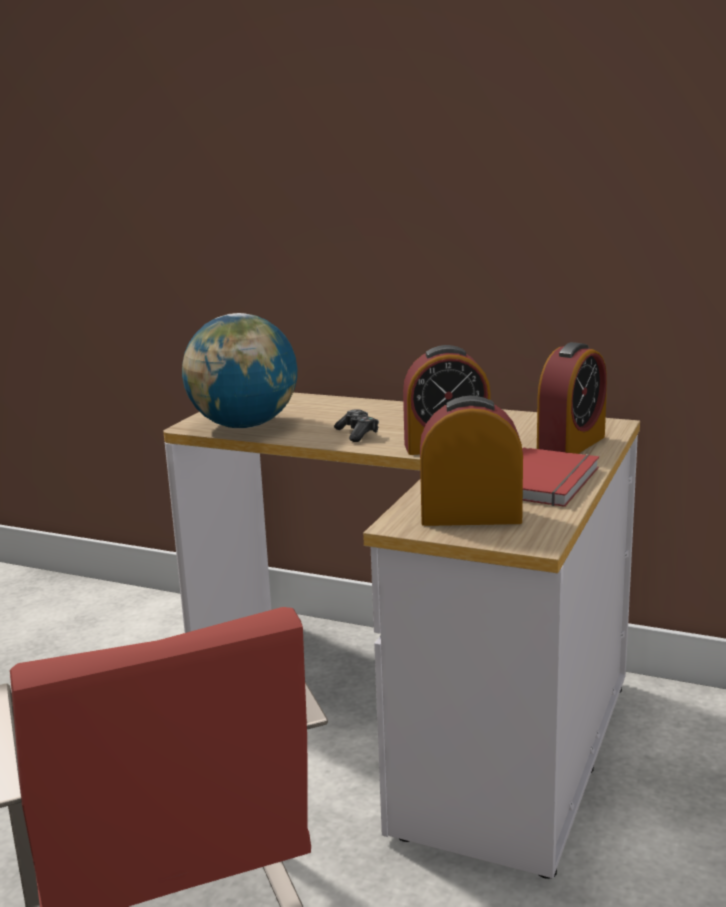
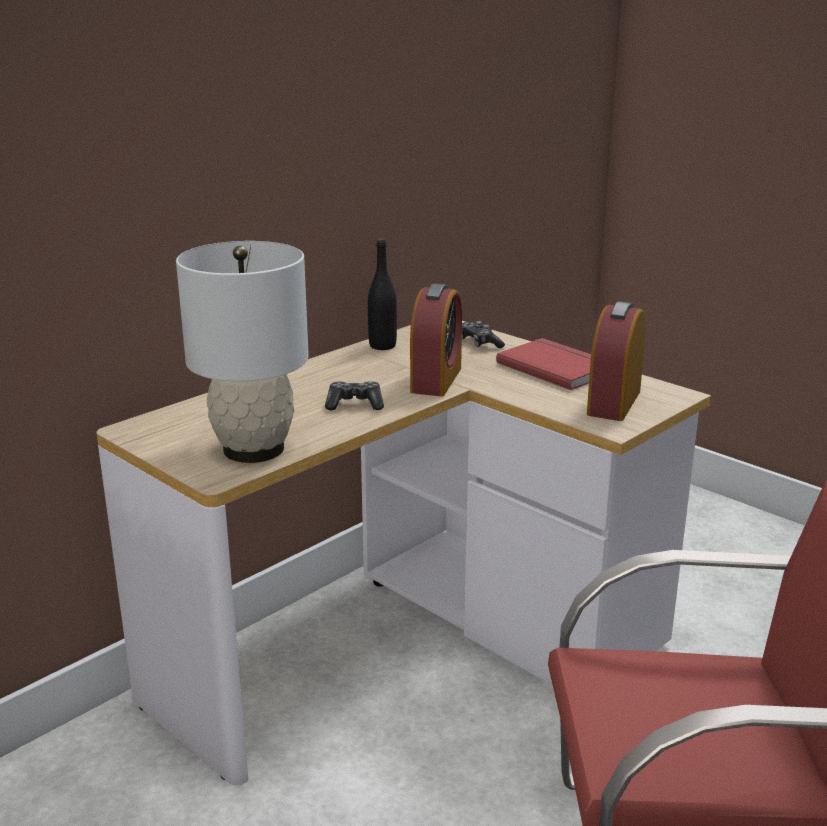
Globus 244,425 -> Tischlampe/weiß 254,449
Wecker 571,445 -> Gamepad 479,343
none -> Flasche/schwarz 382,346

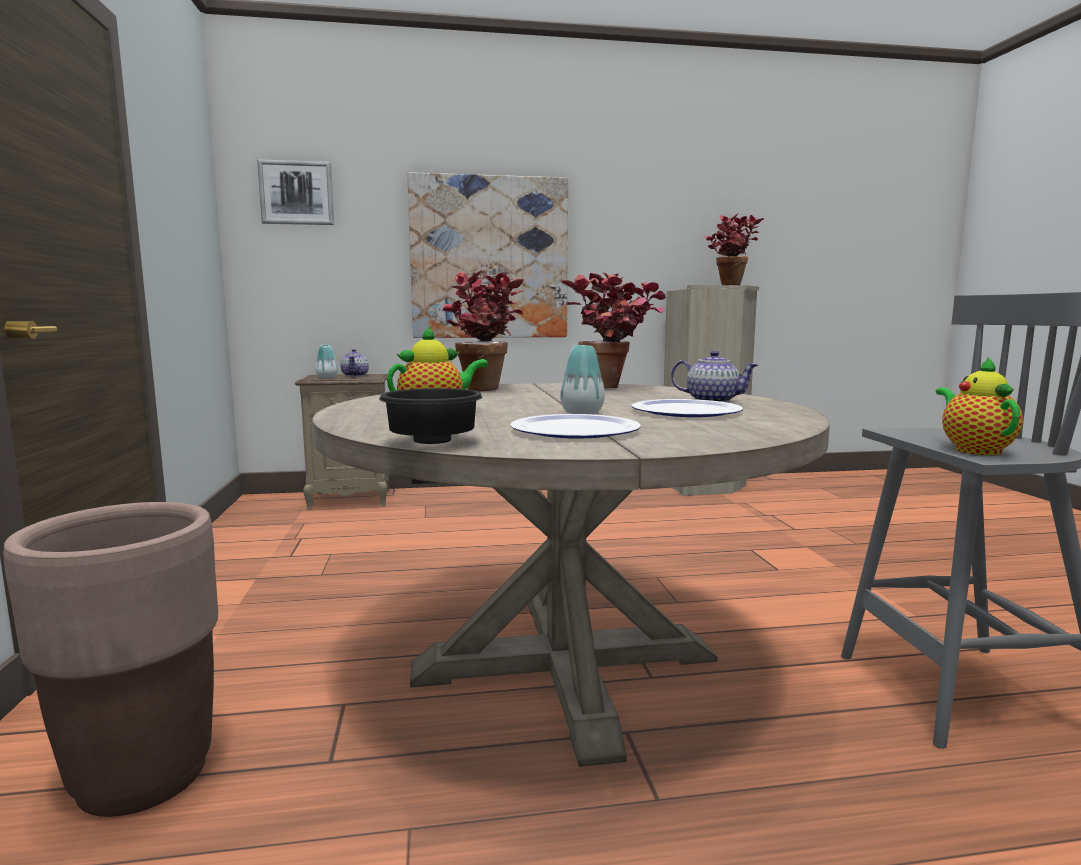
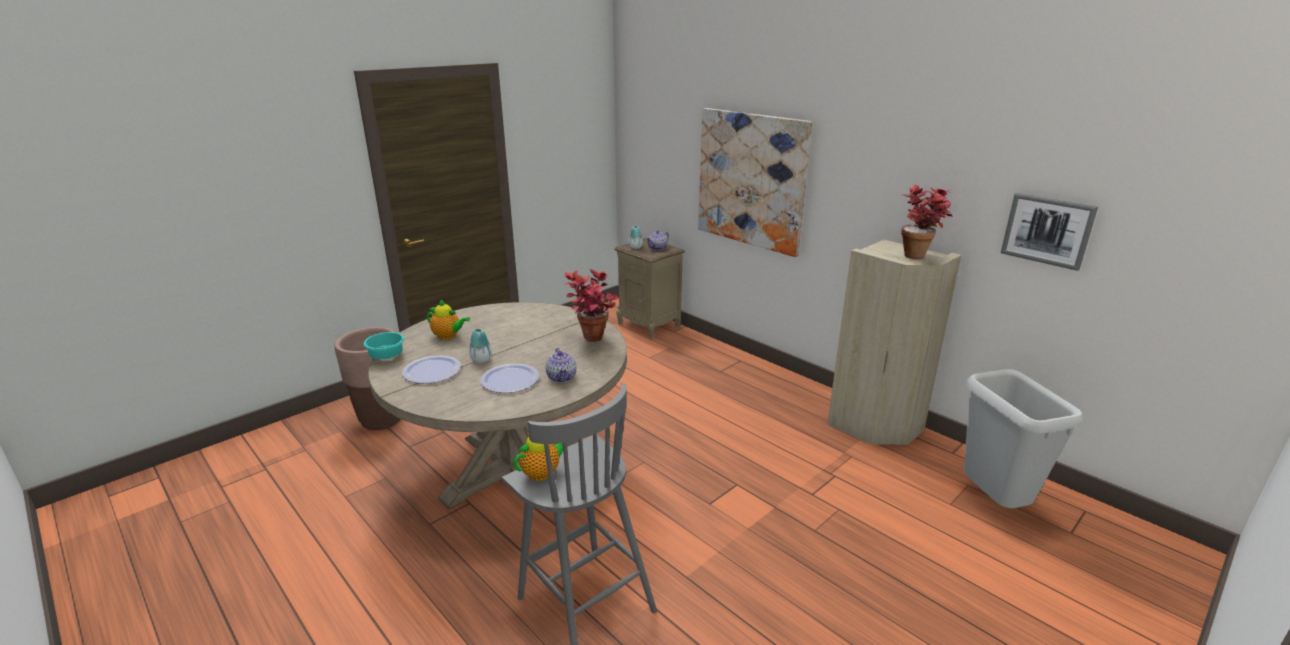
Bild 296,193 -> Bild 1047,230, relocated
Topfpflanze 485,388 -> none
Schüssel/schwarz 434,443 -> Schüssel/türkis 386,357
none -> Mülleimer/grau 994,503

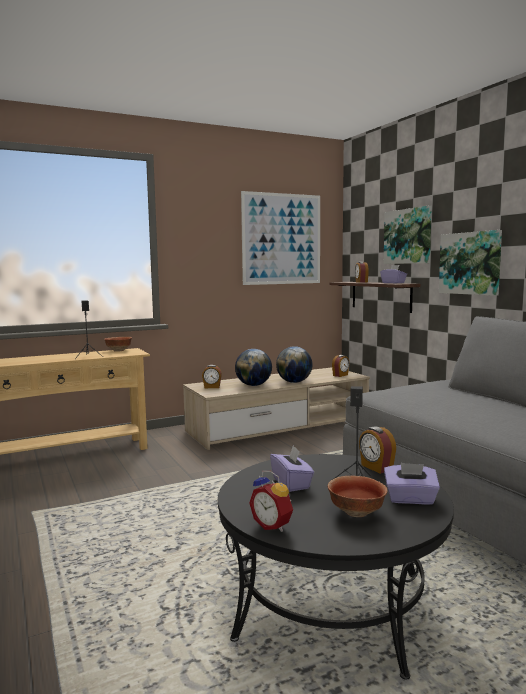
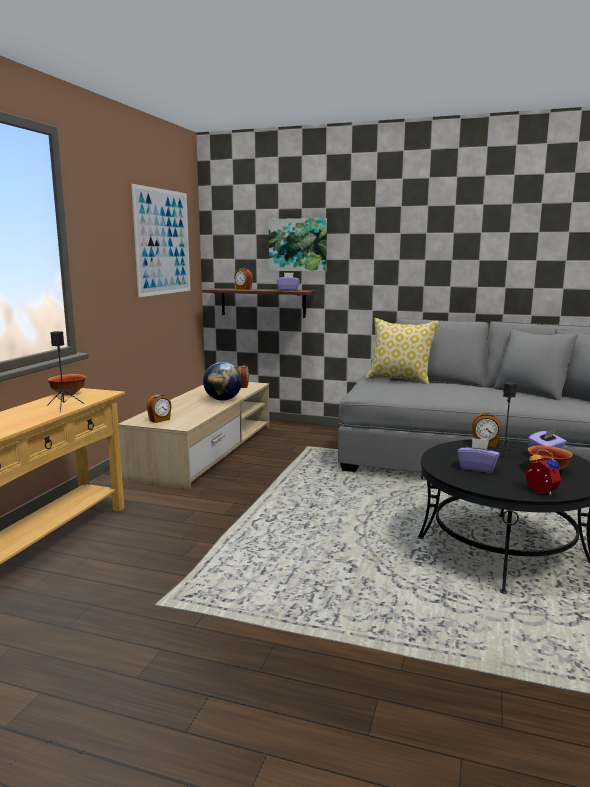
Bild 470,263 -> none
Globus 253,385 -> none
Wecker 273,525 -> Wecker 539,492, 120 degrees counterclockwise
none -> Kissen 400,380

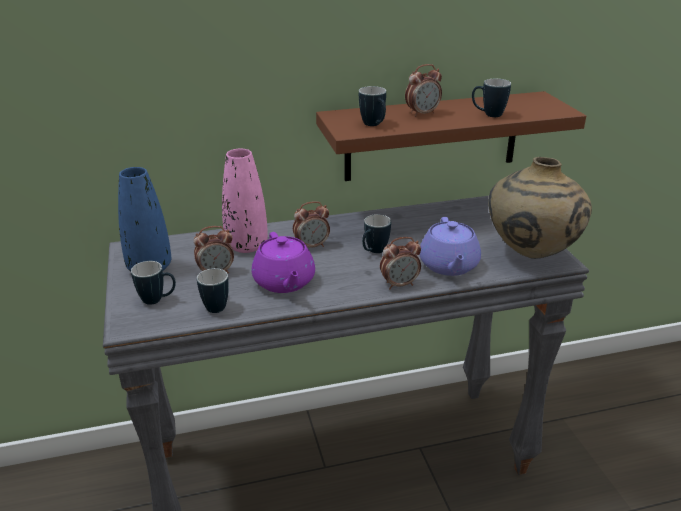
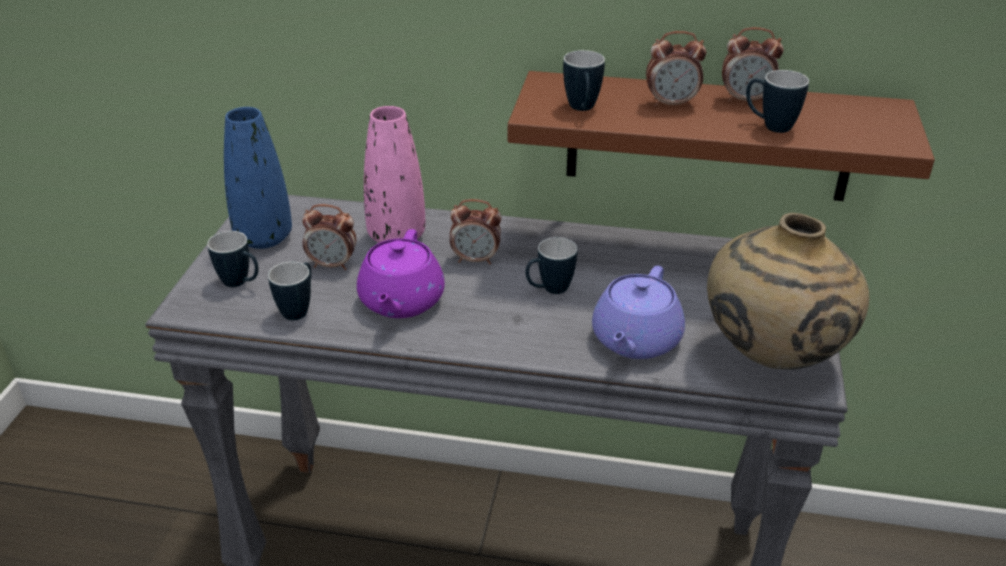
Wecker 399,284 -> Wecker 746,100, relocated

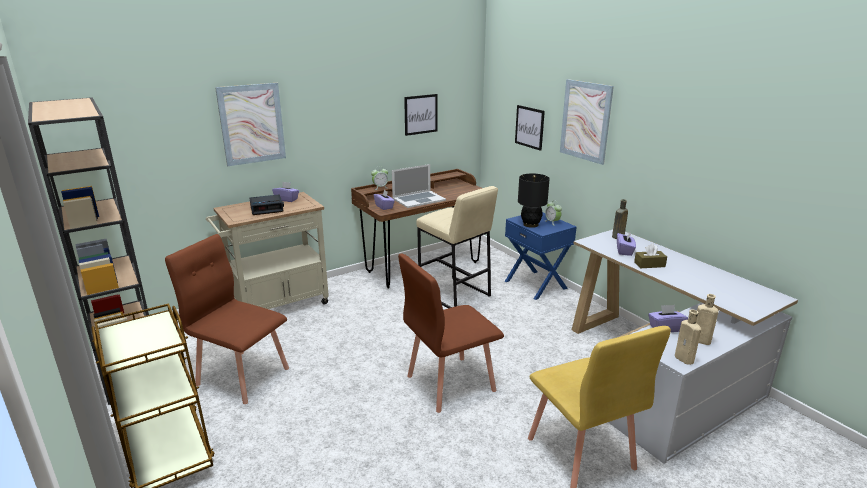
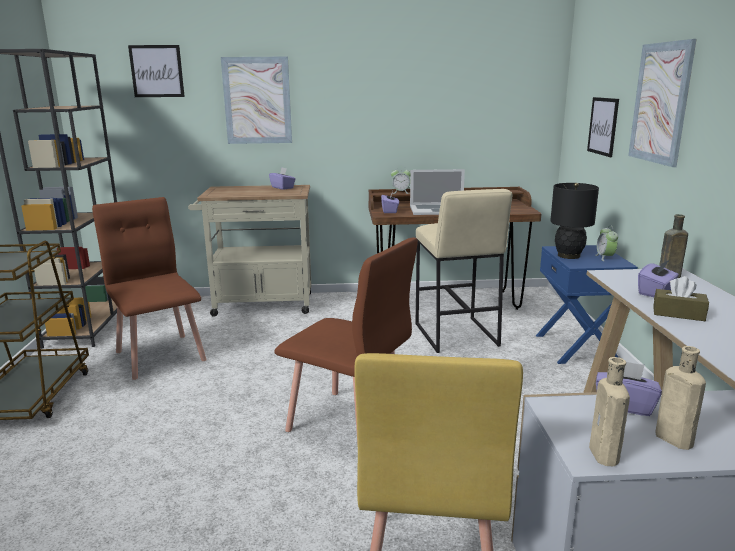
Bild 421,114 -> Bild 157,71, relocated
Wecker 267,208 -> none
Stuhl/braun 449,383 -> Stuhl/braun 348,423, 150 degrees counterclockwise

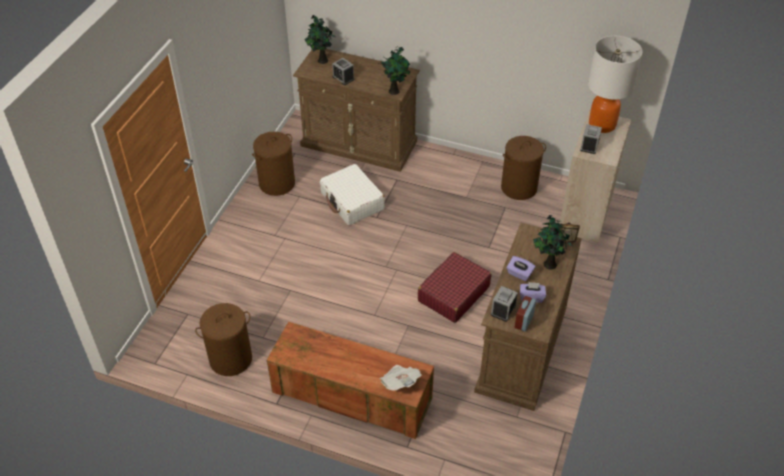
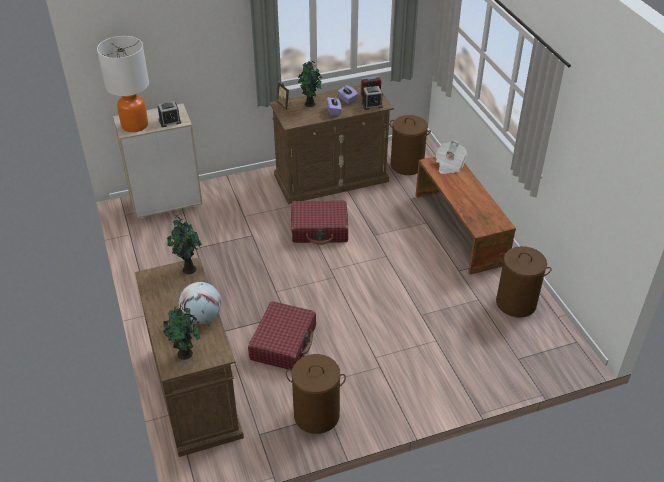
Wecker 343,78 -> Globus 202,317
Wäschekorb/braun 518,188 -> Wäschekorb/braun 407,165, relocated
Koffer/weiß 352,201 -> Koffer/rot 283,343

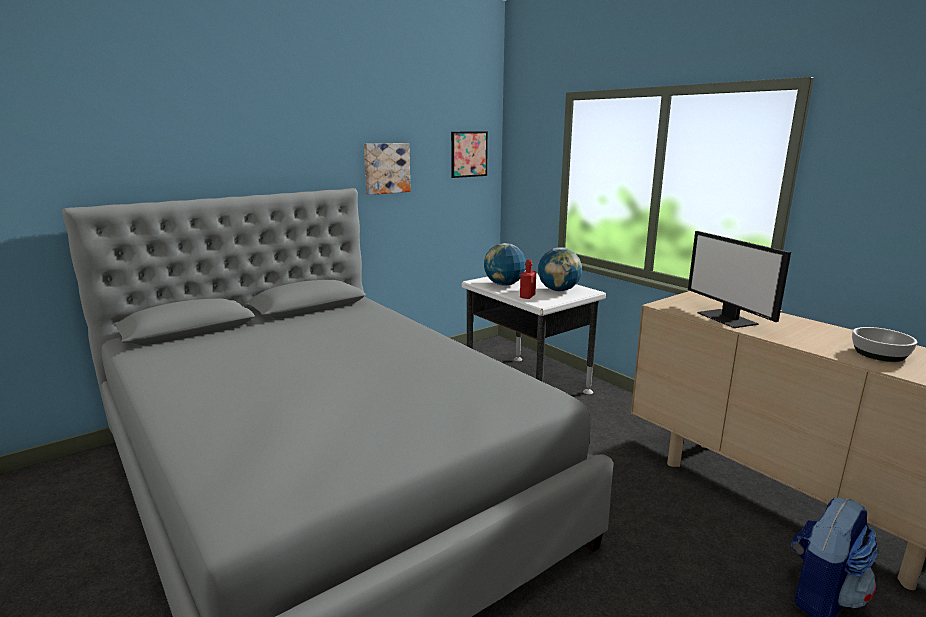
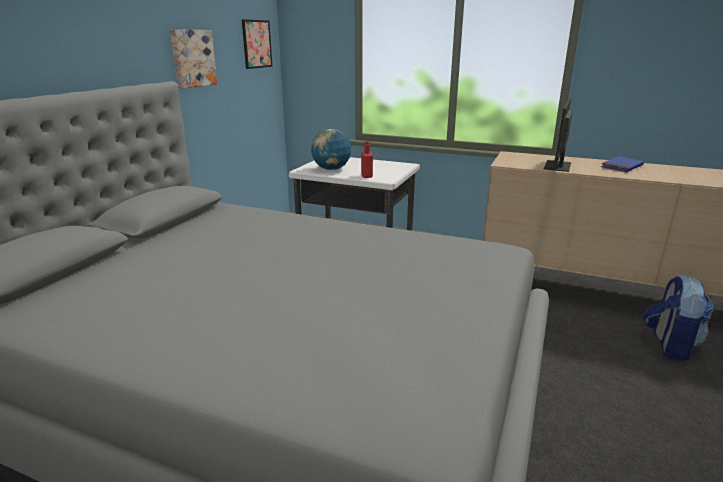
Monitor 728,318 -> Monitor 558,166, 75 degrees clockwise
Globus 558,290 -> none
Schüssel 879,353 -> none
none -> Buch/blau 622,166

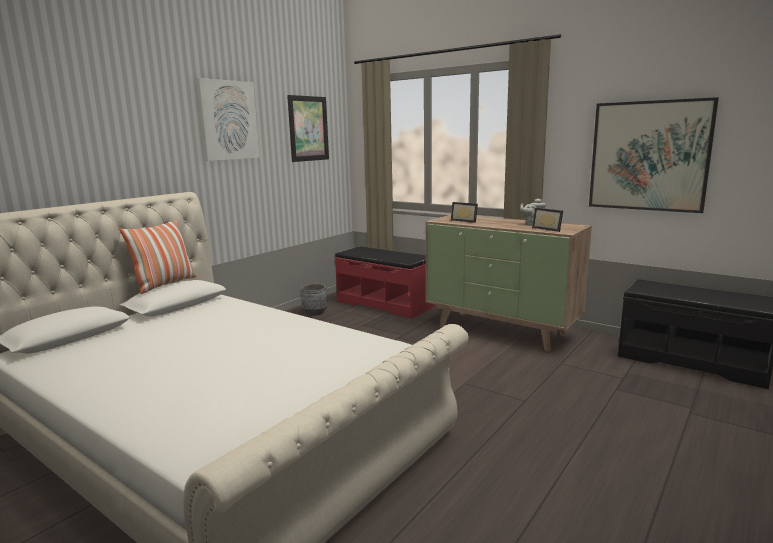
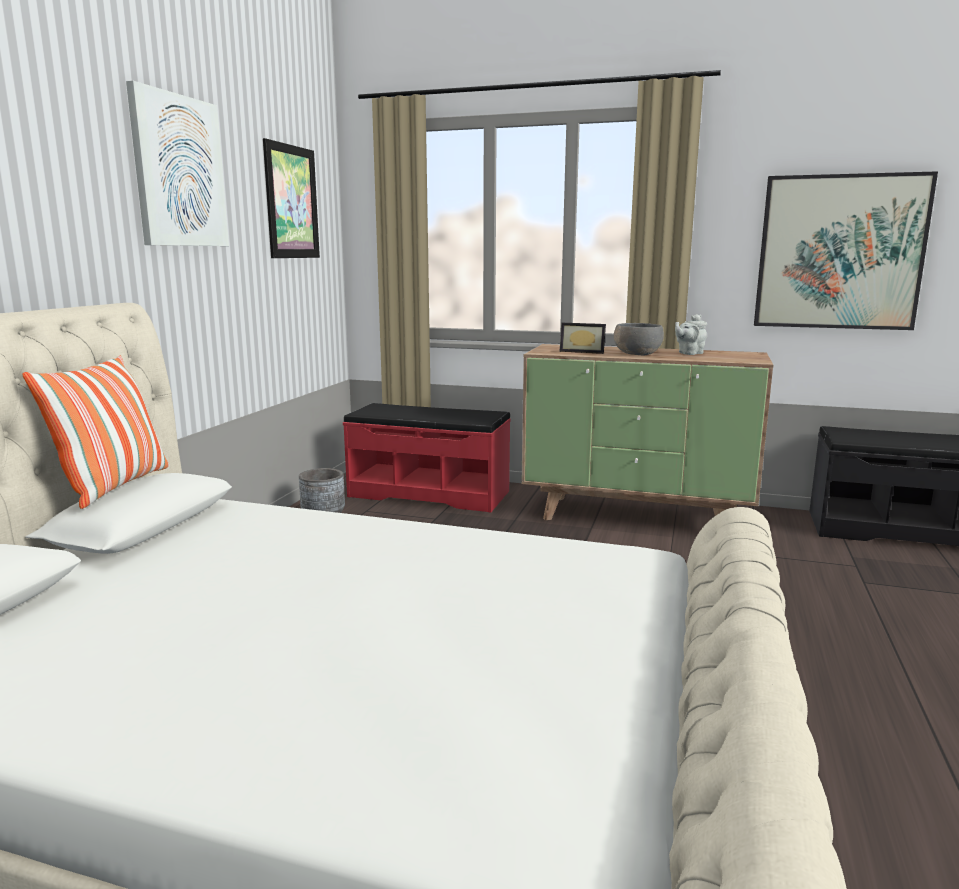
Bilderrahmen 548,229 -> none
none -> Schüssel/grau 637,354

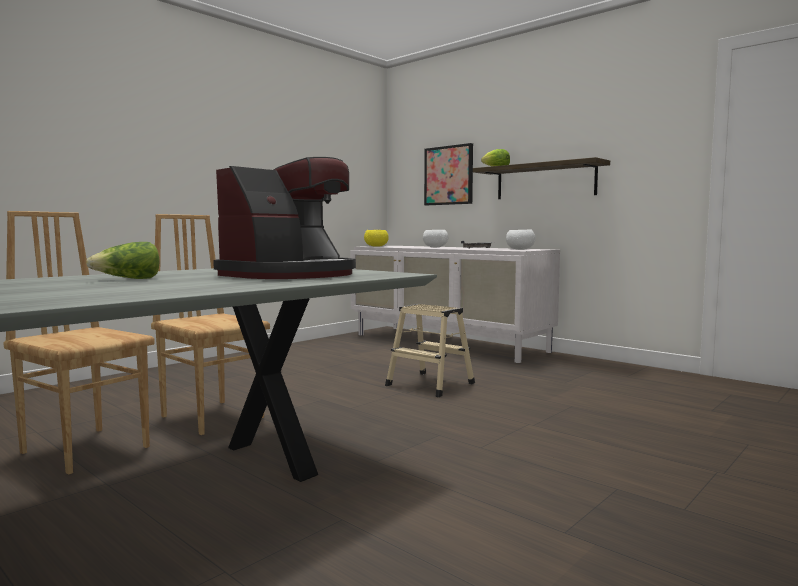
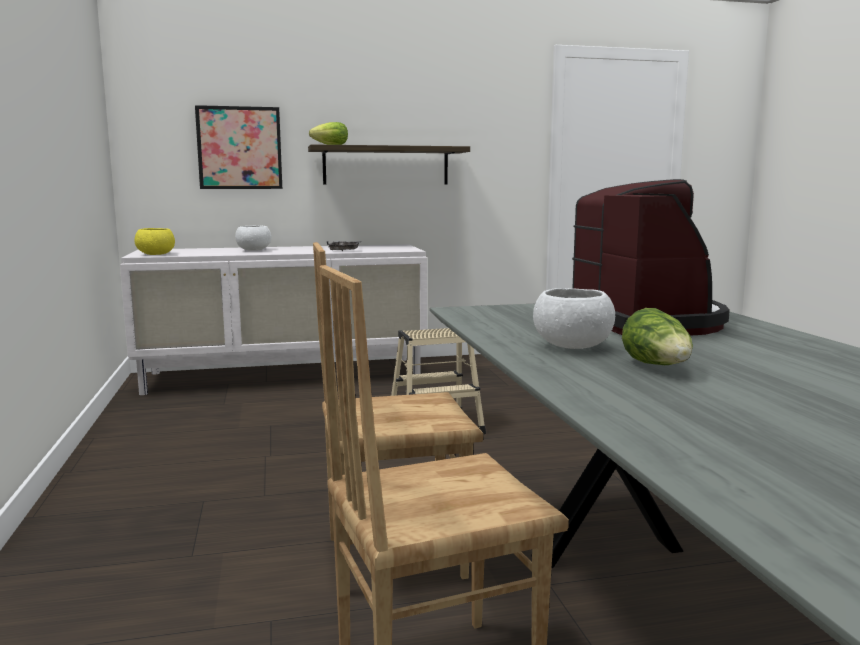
Schüssel/weiß 520,249 -> Schüssel/weiß 571,346, relocated

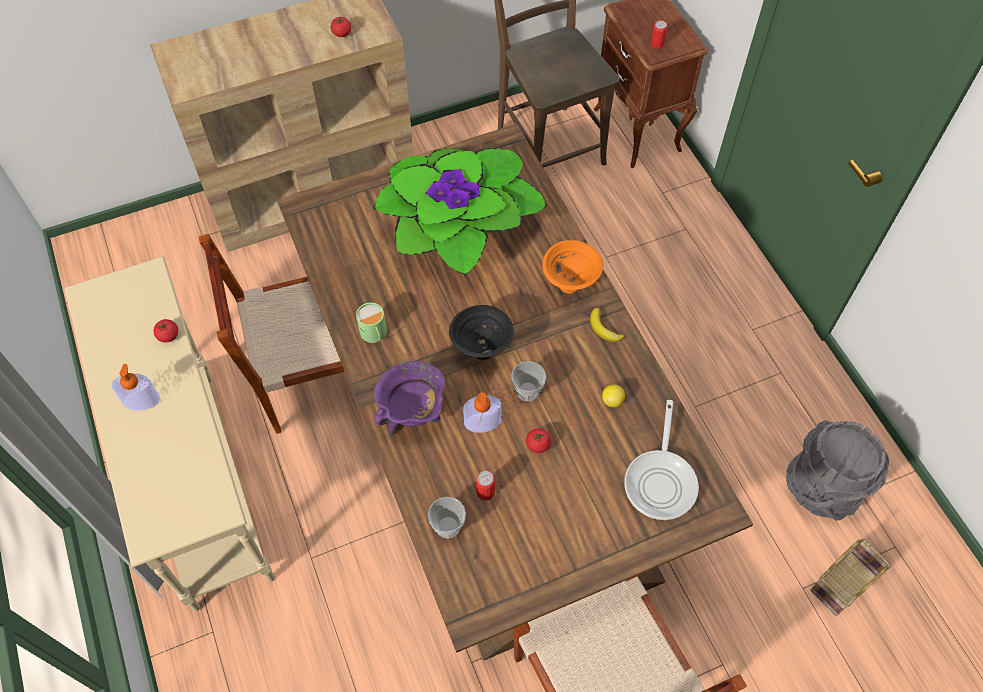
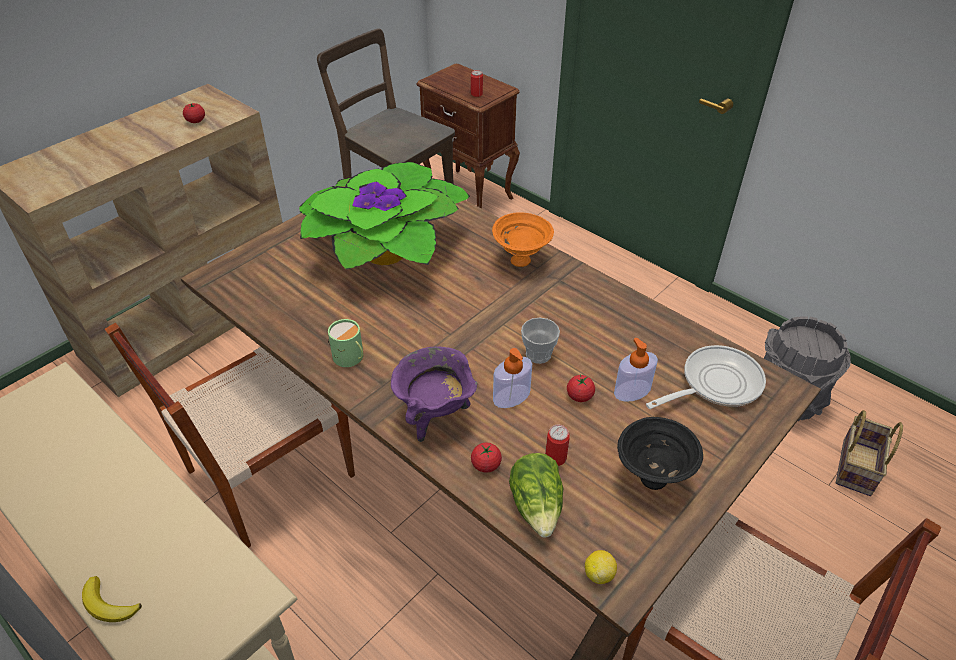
Schüssel/schwarz 480,351 -> Schüssel/schwarz 651,479, relocated
Banane 603,328 -> Banane 108,604, relocated
Tomate 168,336 -> Tomate 486,465, relocated
Seifenspender 141,400 -> Seifenspender 632,390, relocated
Zitrone 612,400 -> Zitrone 598,574, relocated
Pfanne 661,481 -> Pfanne 715,384, 105 degrees counterclockwise
Tasse 448,526 -> Salatkopf 537,506

